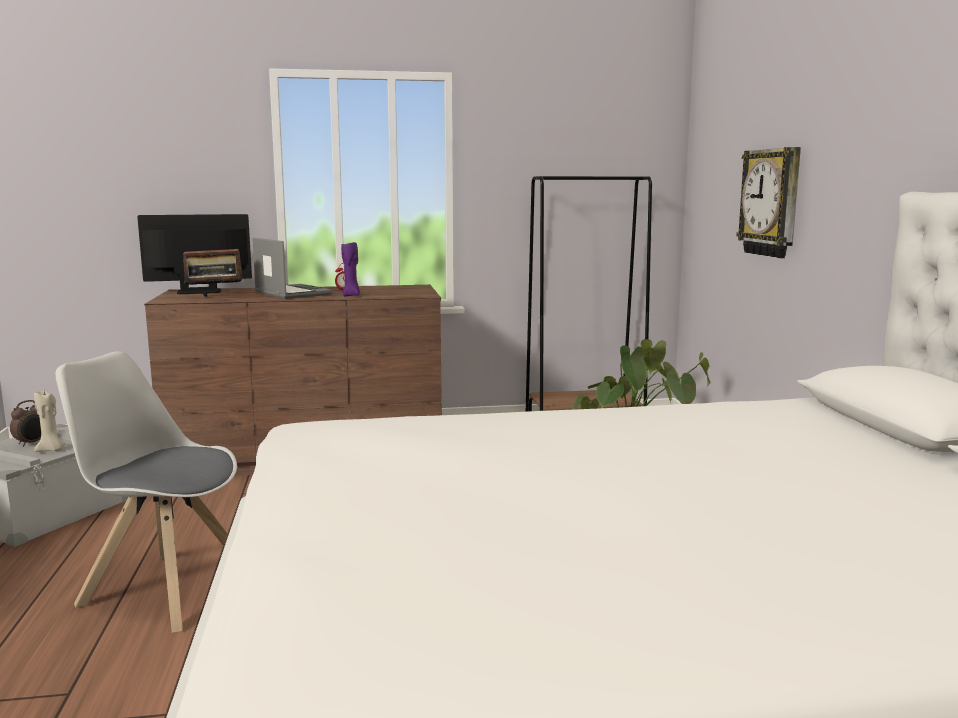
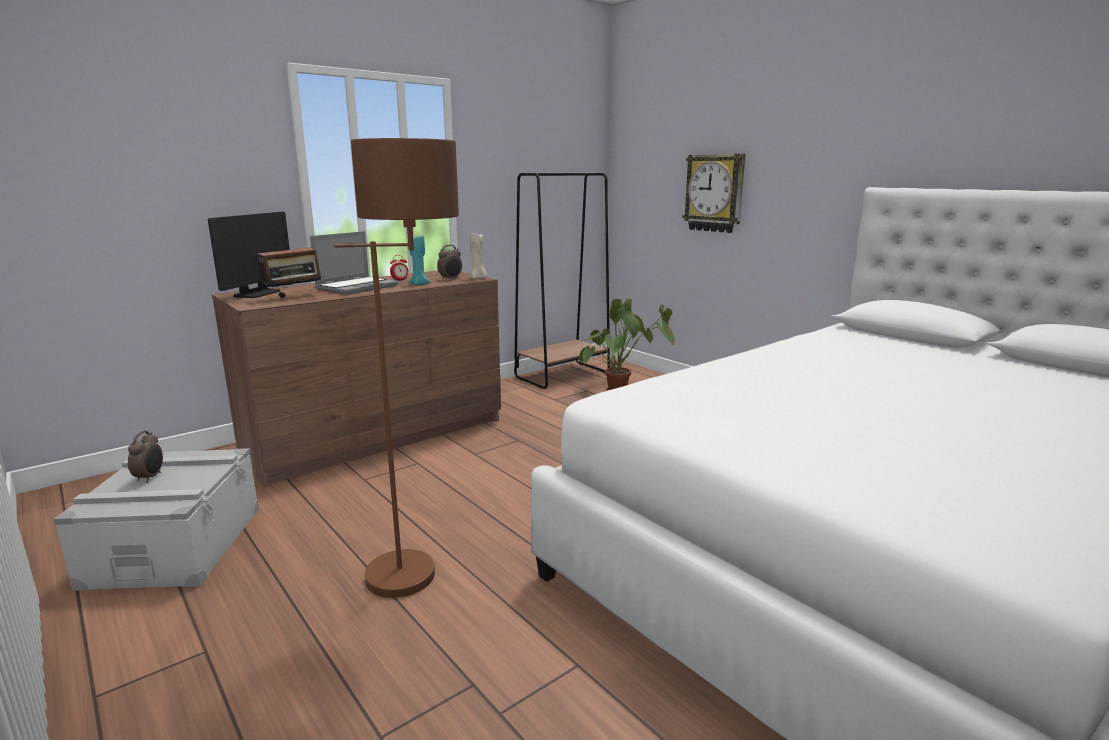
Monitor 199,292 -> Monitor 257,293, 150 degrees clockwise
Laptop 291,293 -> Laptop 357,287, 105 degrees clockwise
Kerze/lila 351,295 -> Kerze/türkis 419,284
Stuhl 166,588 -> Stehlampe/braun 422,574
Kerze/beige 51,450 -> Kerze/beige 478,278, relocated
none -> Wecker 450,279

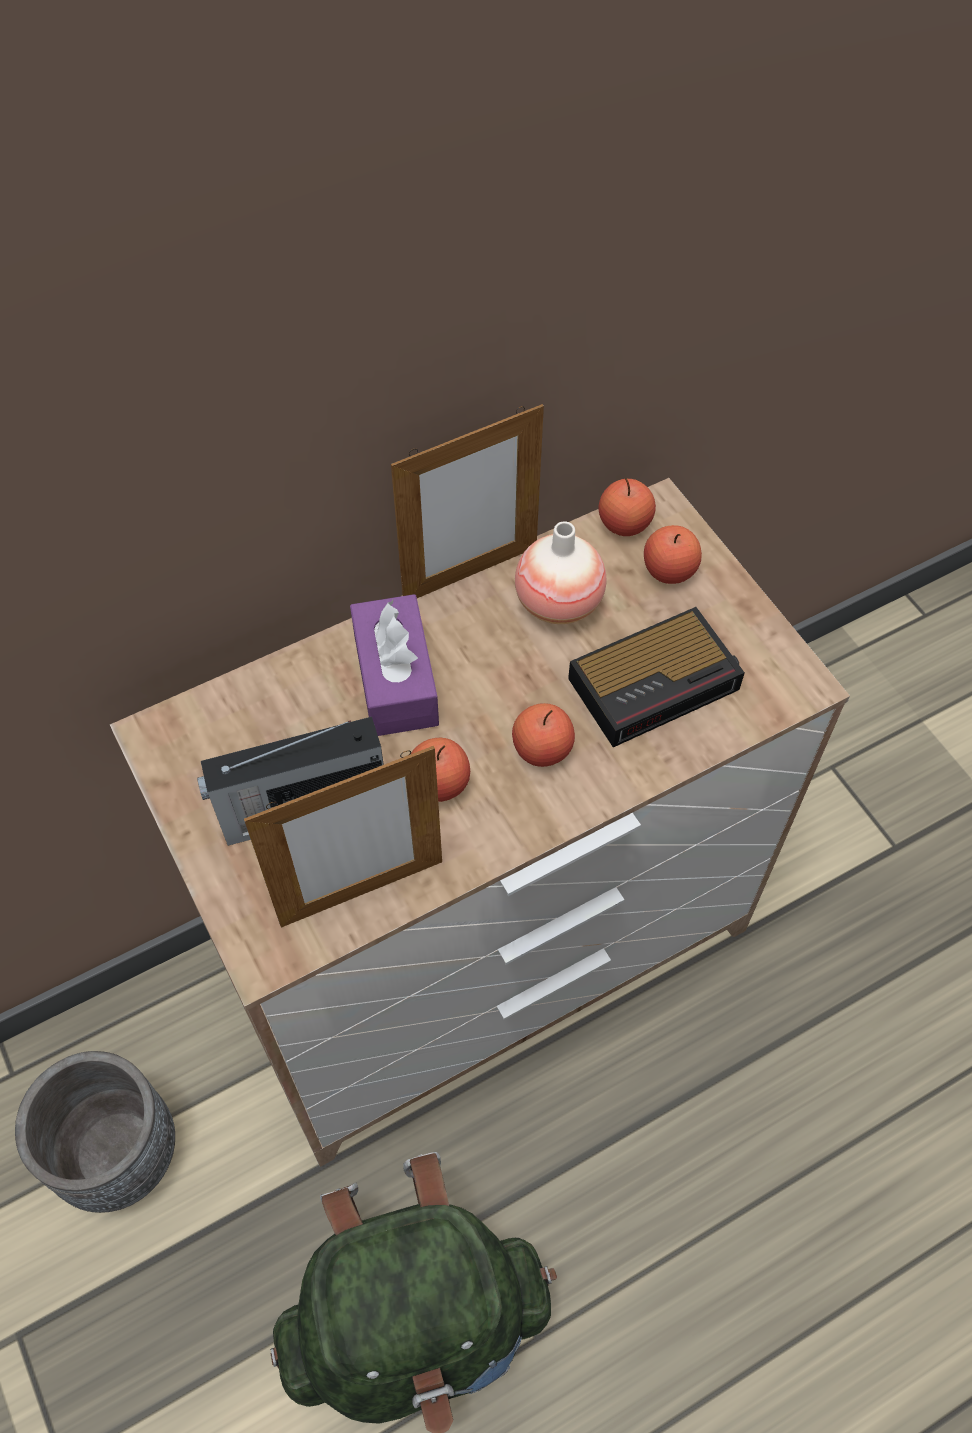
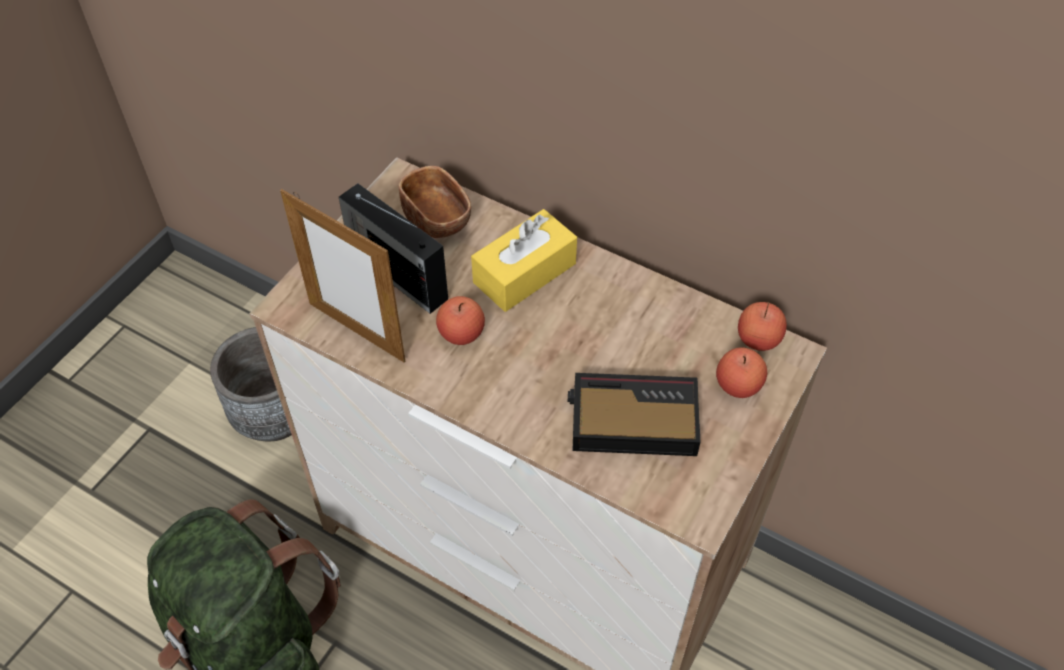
Bilderrahmen 470,574 -> none
Vase 558,603 -> none
Taschentuchbox/lila 395,679 -> Taschentuchbox/gelb 524,273
Wecker 657,682 -> Wecker 631,420, 150 degrees clockwise
Apfel 542,749 -> none
none -> Schüssel/braun 437,219

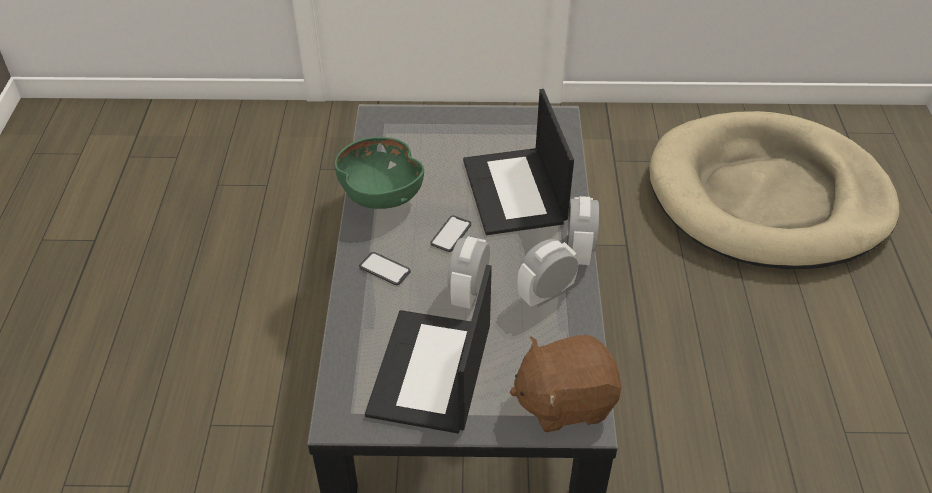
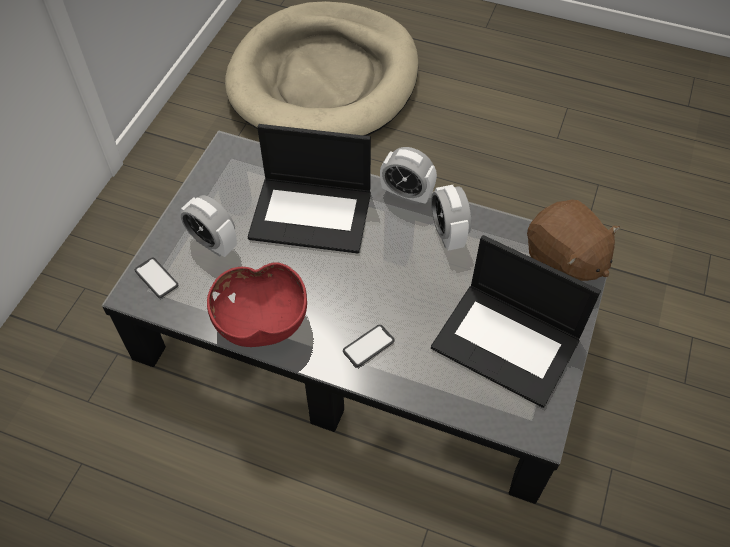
Schüssel/grün 380,194 -> Schüssel/rot 261,322
Handy 451,234 -> Handy 156,278, relocated
Wecker 469,292 -> Wecker 213,243, relocated
Plüschtier/braun 564,401 -> Plüschtier/braun 564,260, 45 degrees counterclockwise

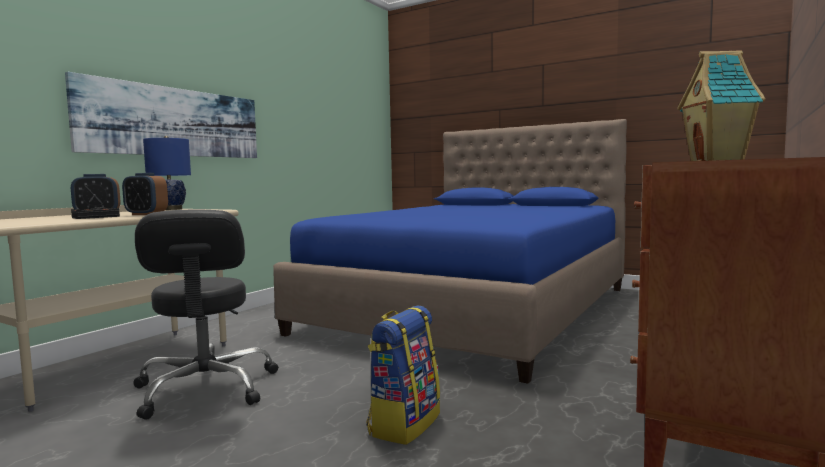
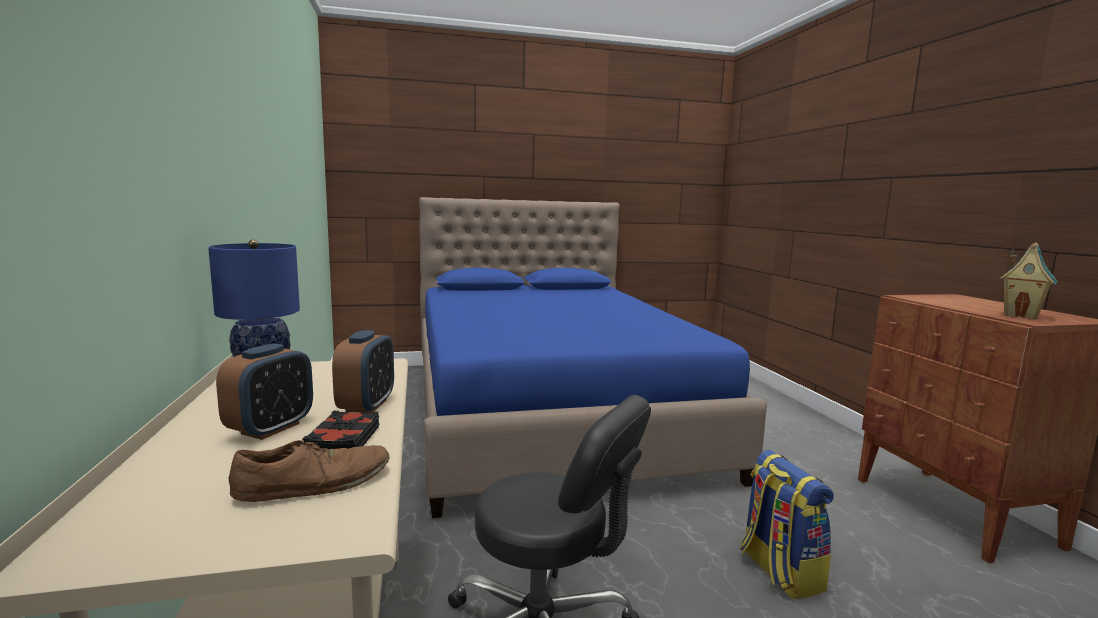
Bild 175,122 -> none
Wecker 146,214 -> Wecker 366,406, 60 degrees counterclockwise
none -> Schuh/braun 315,483

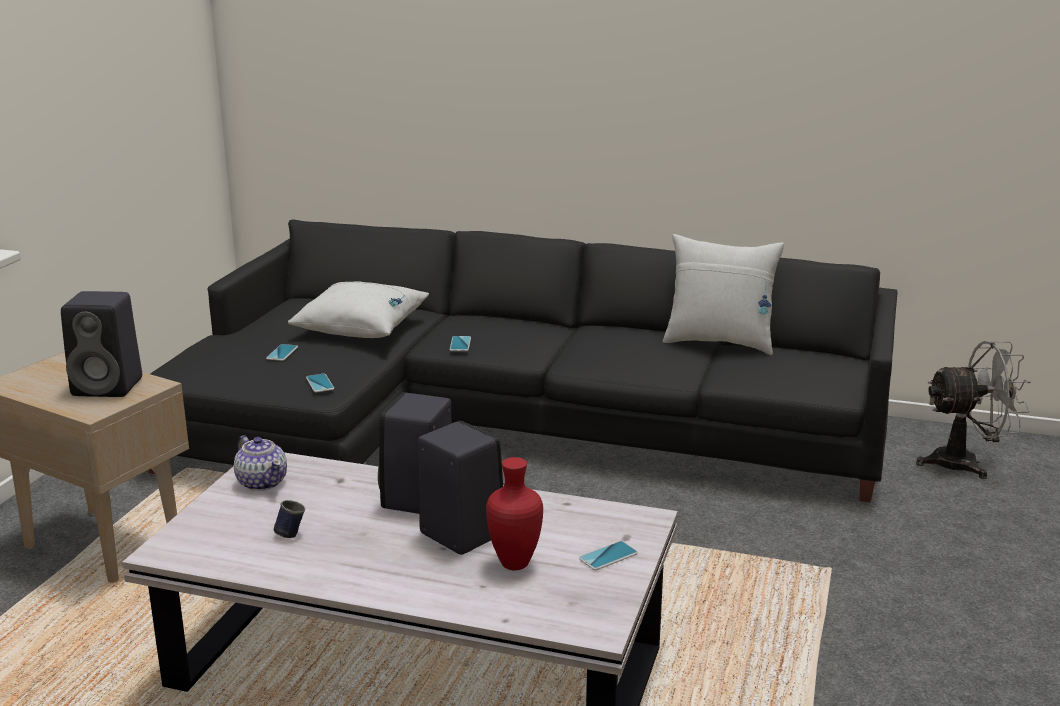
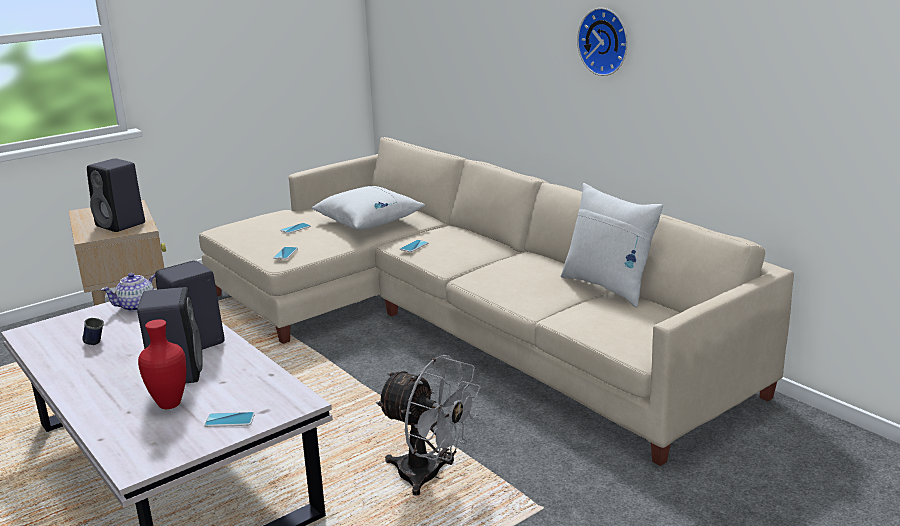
Sofa/schwarz 502,425 -> Sofa/beige 456,319
Ventilator/grau 966,463 -> Ventilator/grau 429,476, relocated
Teekanne 262,482 -> Teekanne 137,306, 60 degrees clockwise
none -> Wanduhr 605,41

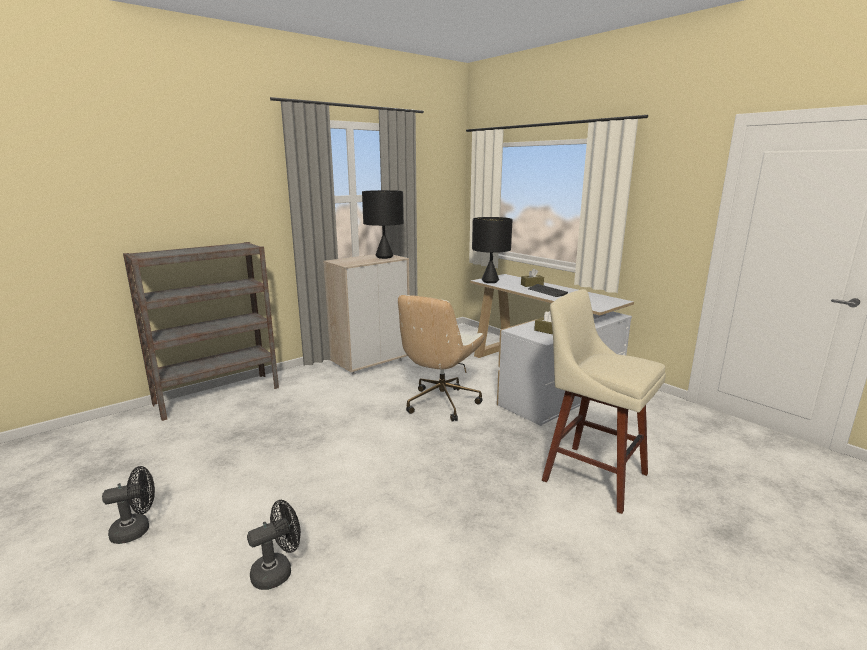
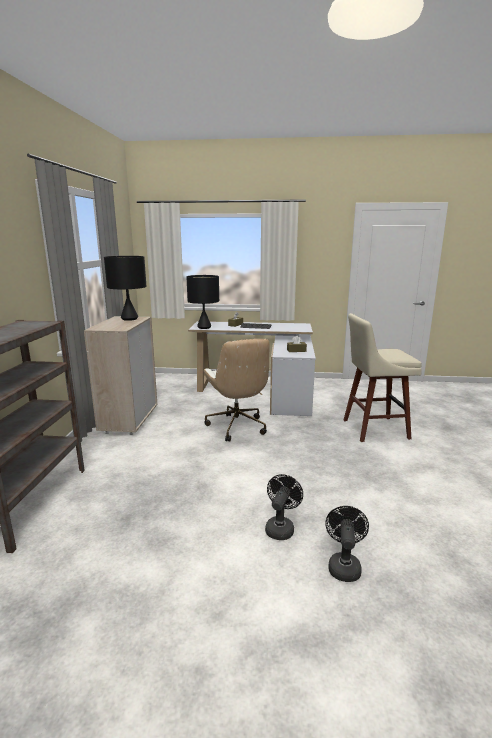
Ventilator/schwarz 137,530 -> Ventilator/schwarz 281,527, relocated

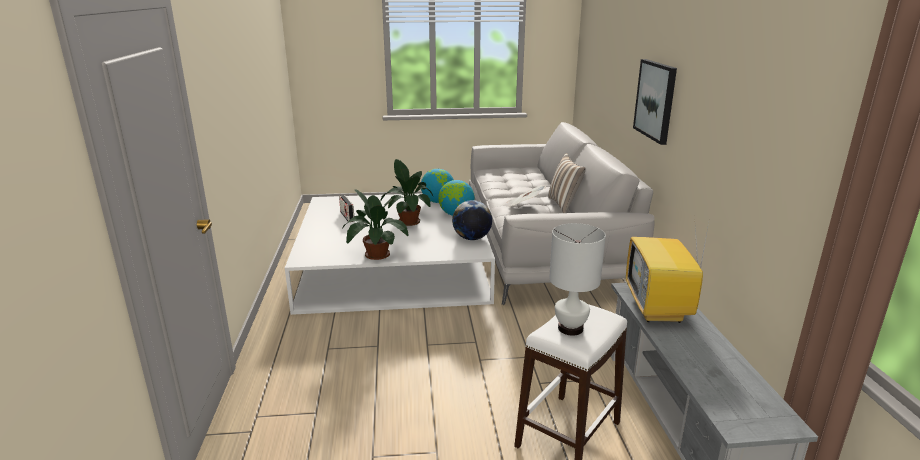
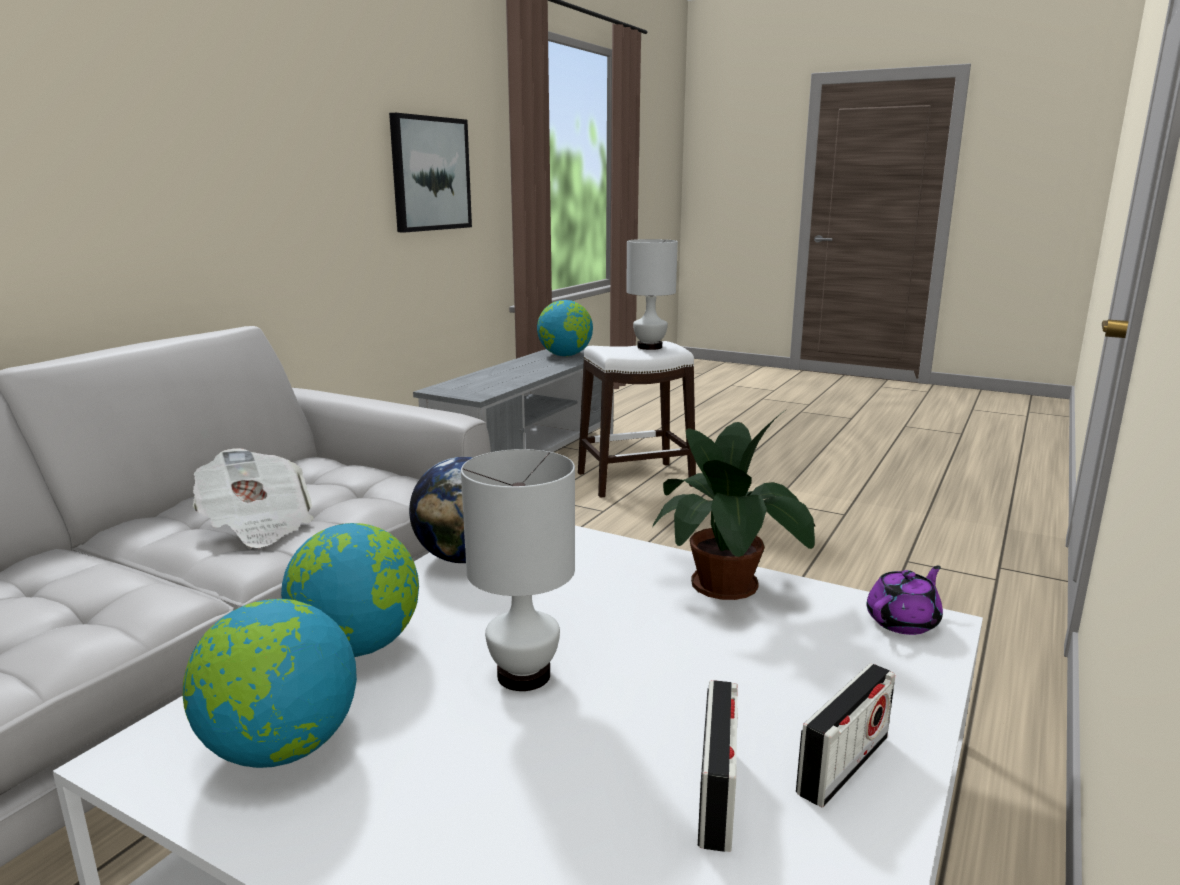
Bild 655,100 -> Bild 430,174, relocated
Kissen 564,205 -> none
Topfpflanze 408,220 -> Tischlampe/weiß 523,675
Fernseher 658,309 -> none
none -> Globus 565,355
none -> Teekanne/lila 903,621
none -> Radio 843,765

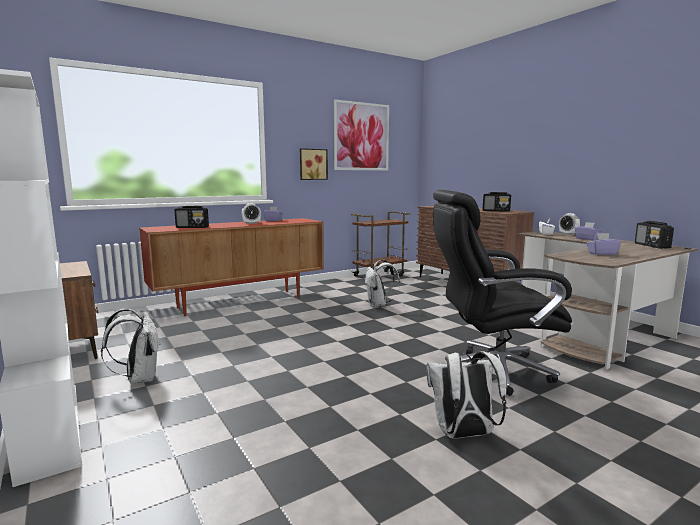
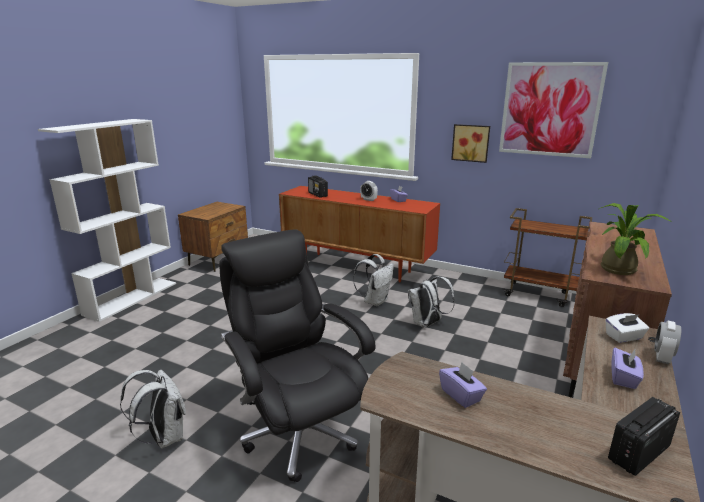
Radio 496,211 -> Topfpflanze 619,268
Rucksack/weiß 139,379 -> Rucksack/weiß 375,301, relocated

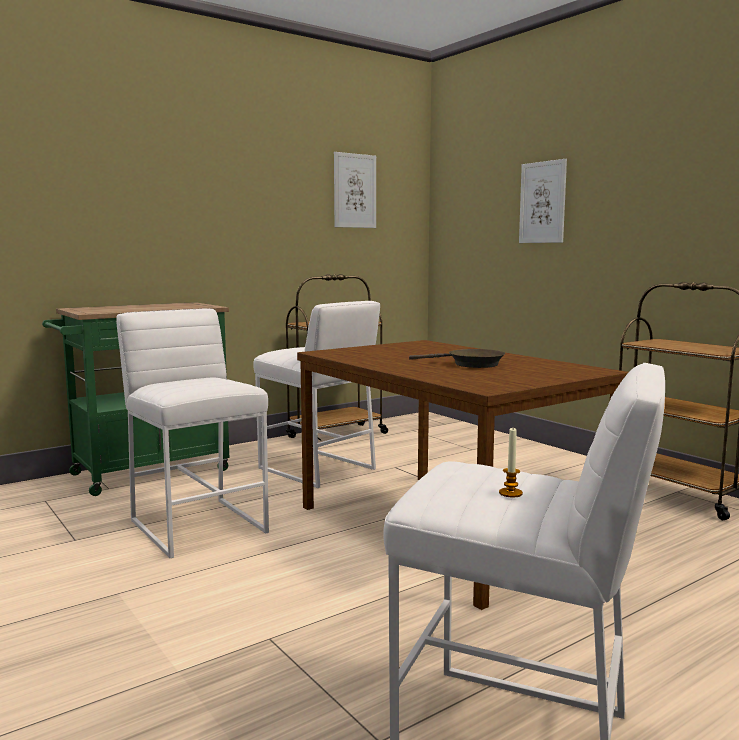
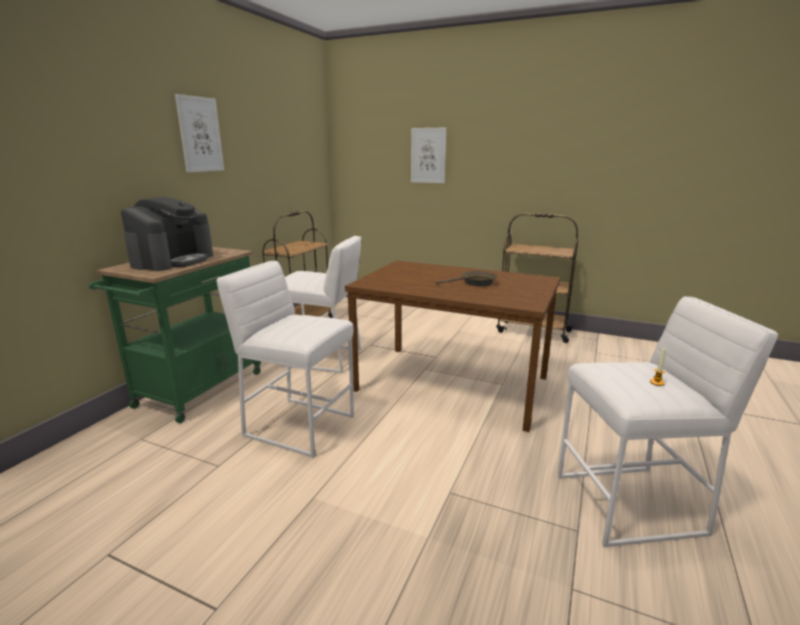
Bild 355,191 -> Bild 200,134, relocated
none -> Kaffeemaschine 173,260

